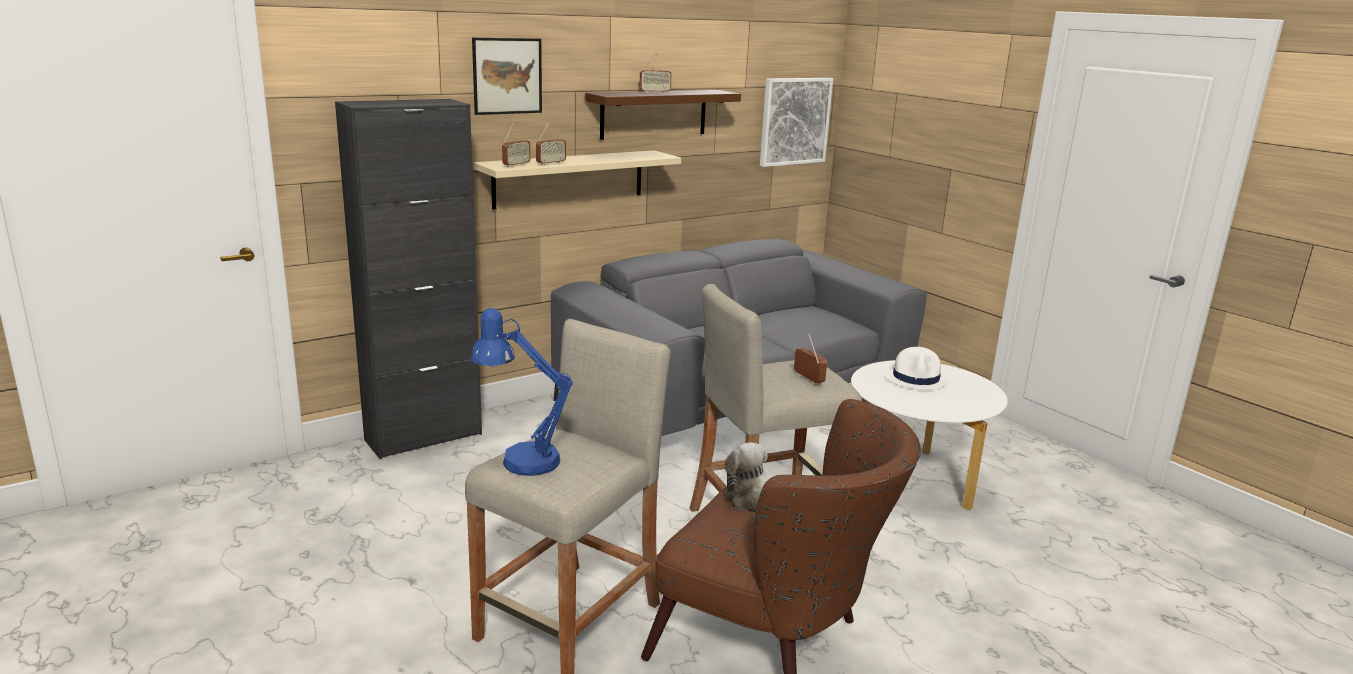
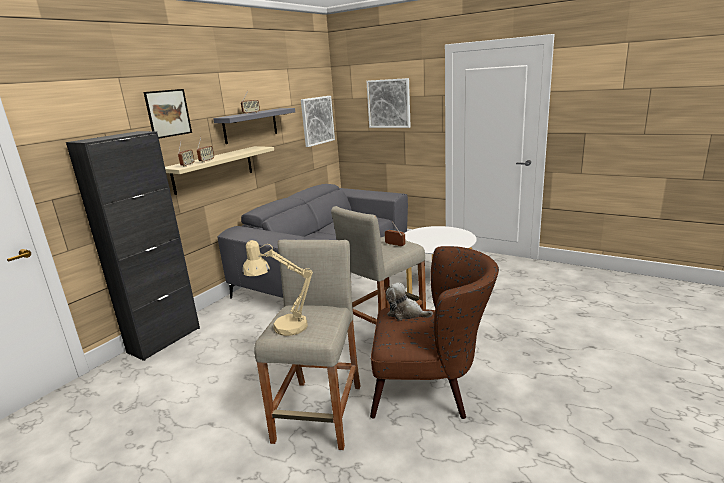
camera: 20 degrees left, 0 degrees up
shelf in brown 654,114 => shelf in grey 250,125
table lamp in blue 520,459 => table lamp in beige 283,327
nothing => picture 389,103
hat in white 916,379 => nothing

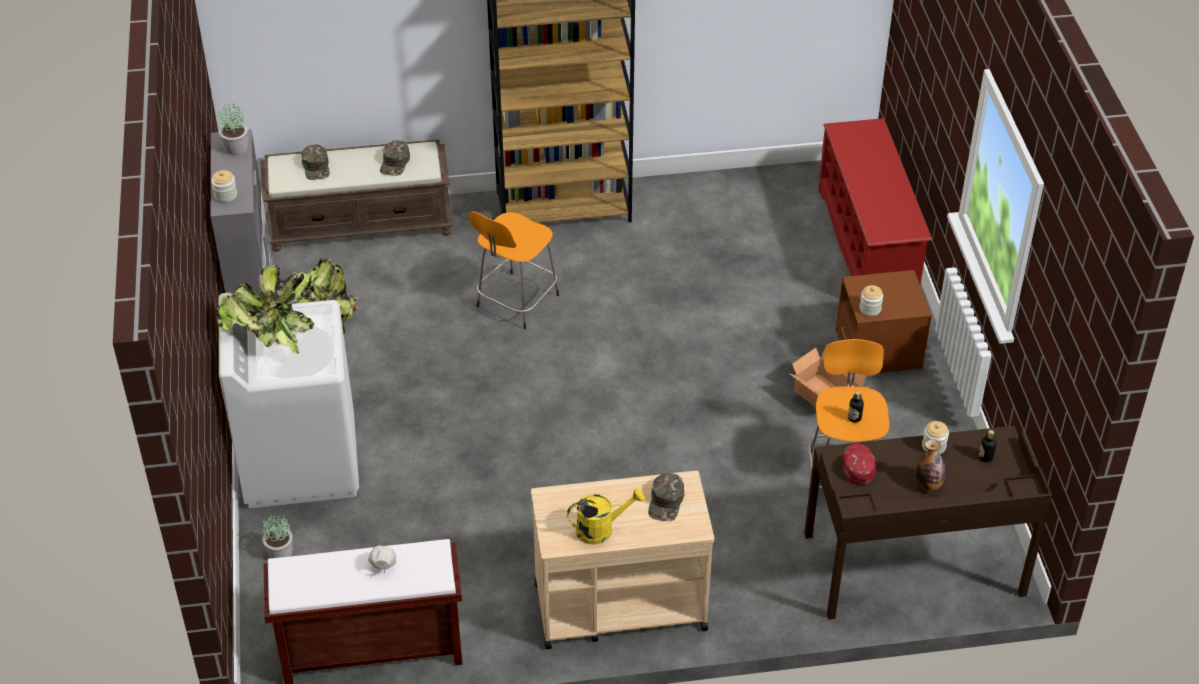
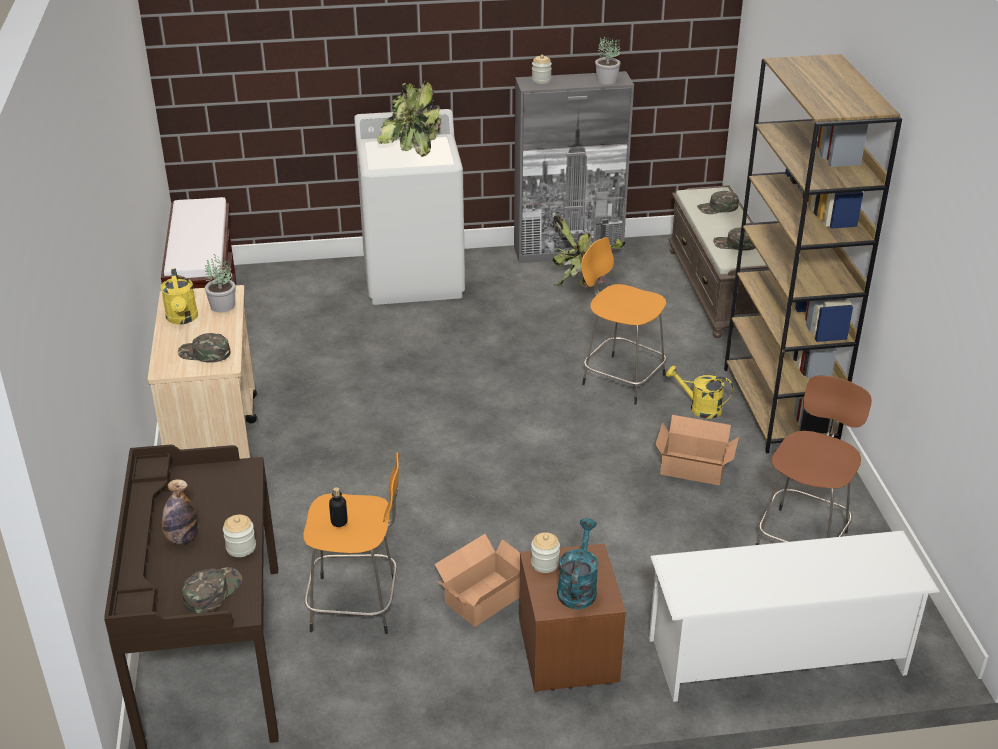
camera: 90 degrees right, 10 degrees down
bottle 985,457 => cap in green 212,591
potted plant 279,552 => potted plant 222,305, move
nothing => watering can in turquoise 578,587
shoe rack in red 867,243 => shoe rack in white 777,657
nothing => cardboard box 694,470
nothing => watering can in yellow 699,408
nothing => stool in brown 802,539
cap in white 382,565 => nothing
cap in red 858,465 => nothing

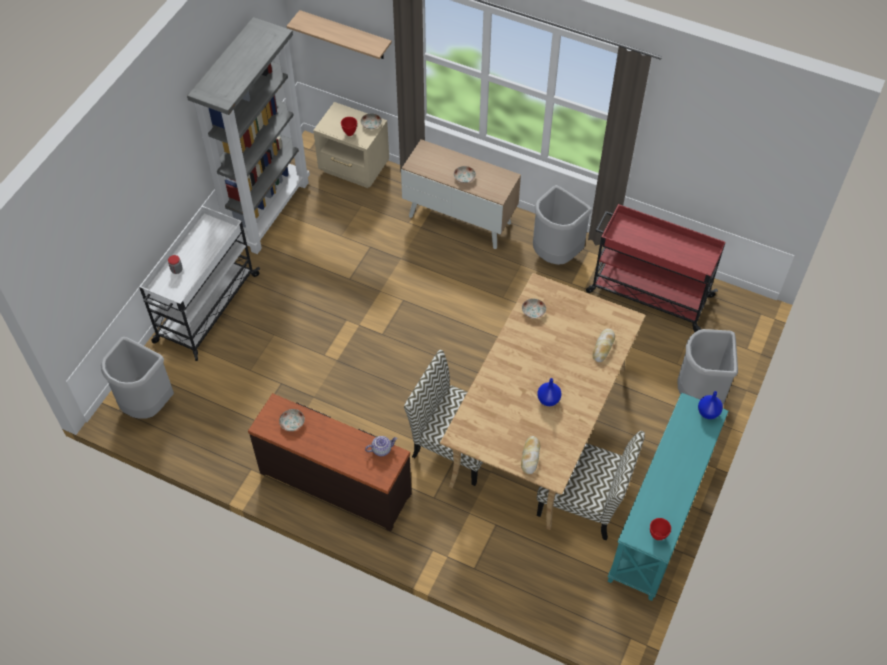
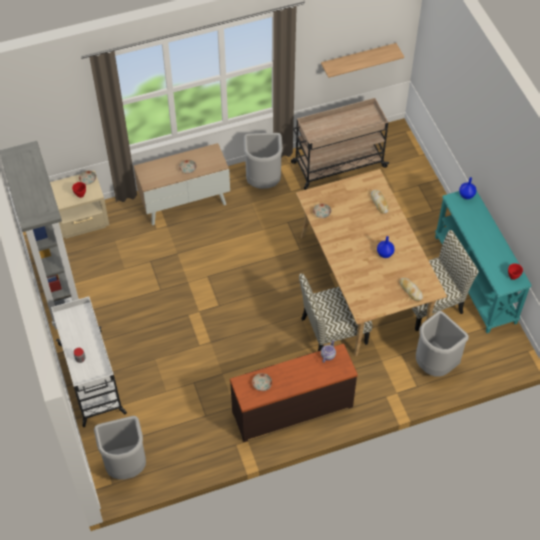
camera: 45 degrees left, 0 degrees up
cart in red 648,294 => cart in beige 337,165
shelf 346,35 => shelf 358,60, move
trash can in grey 699,394 => trash can in grey 434,365, move

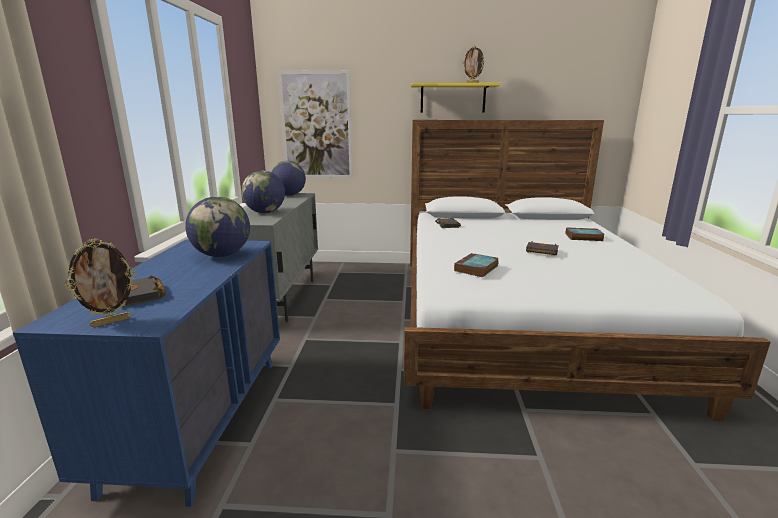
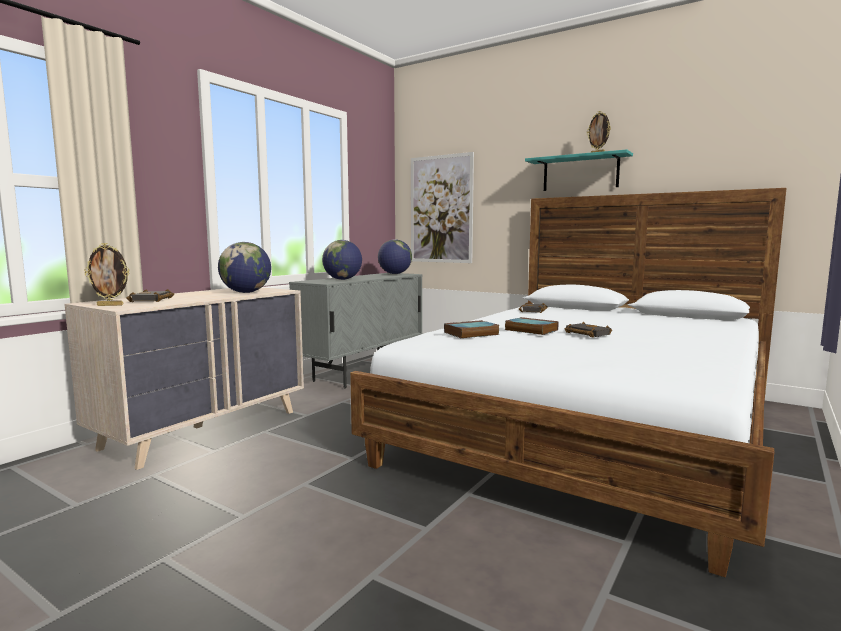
camera: 30 degrees right, 10 degrees down
dresser in blue 201,417 => dresser in beige 204,429
book 583,237 => book 529,330, move
shelf in yellow 453,98 => shelf in turquoise 580,173

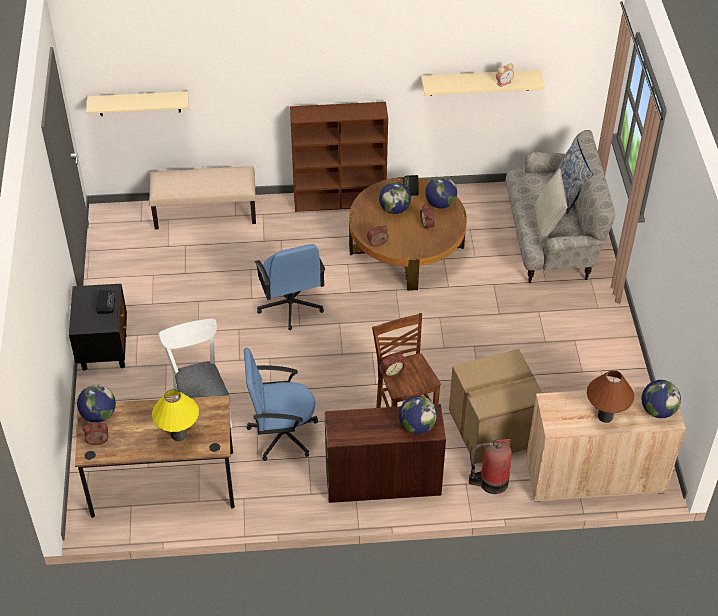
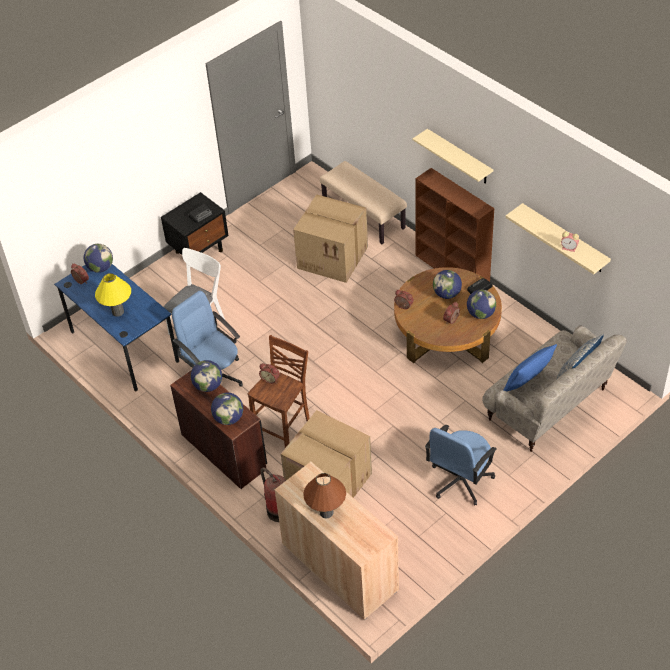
camera: 55 degrees right, 0 degrees up
desk in brown 163,483 => desk in blue 124,346
globe 657,410 => globe 208,386, move
nothing => cardboard box 333,257
shelf in beige 139,103 => shelf in beige 459,157, move
office chair in blue 290,305 => office chair in blue 460,481, move
pillow in beige 547,224 => pillow in blue 528,384

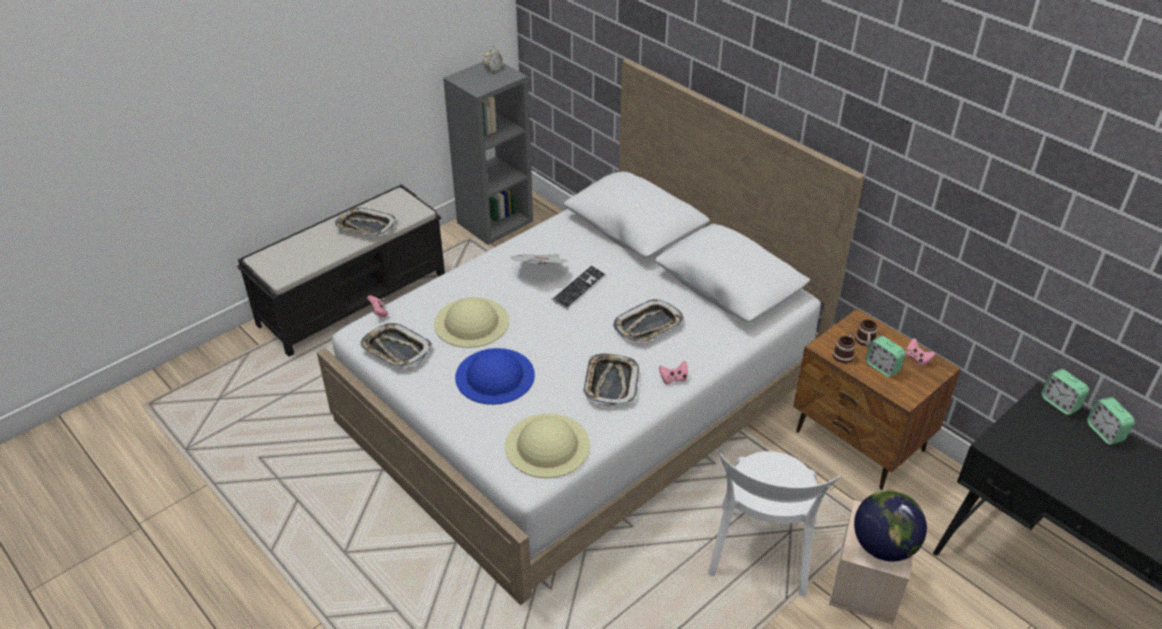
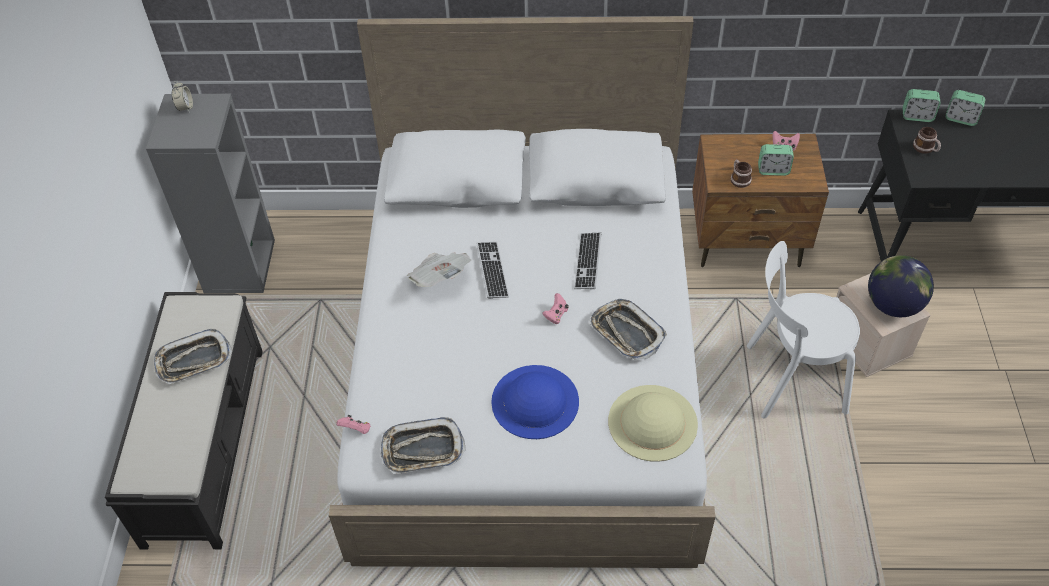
camera: 45 degrees left, 10 degrees up
game controller in pink 673,379 => game controller in pink 556,315, move
tray 648,326 => keyboard 587,262
chair in white 761,554 => chair in white 790,379, 120 degrees clockwise
mug 865,342 => mug 925,149, move
hat in beige 471,322 => nothing

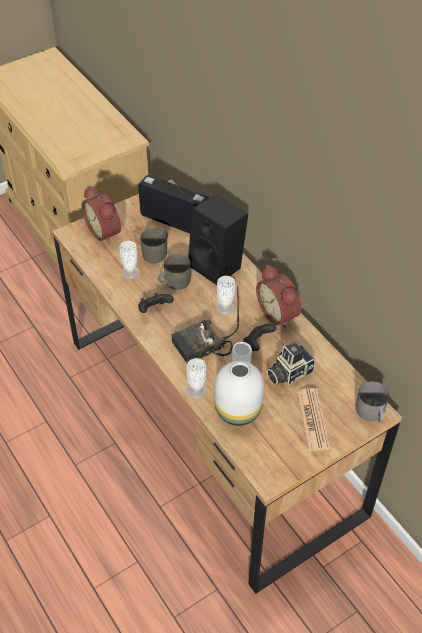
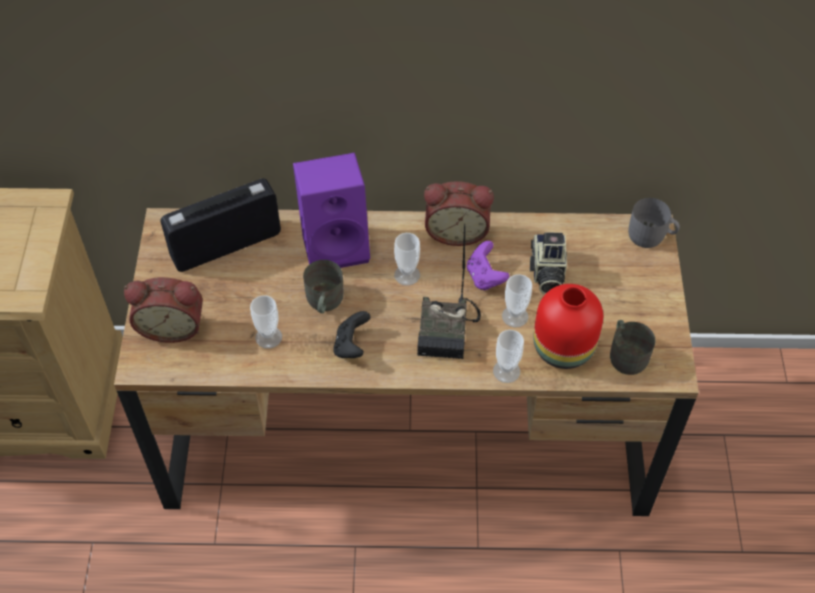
camera: 55 degrees left, 5 degrees up
speaker in black 218,265 => speaker in purple 336,244
game controller in black 257,344 => game controller in purple 485,277
vase in white 236,410 => vase in red 562,349
mug in grey 157,252 => mug in grey 626,354, move
newspaper 313,420 => nothing

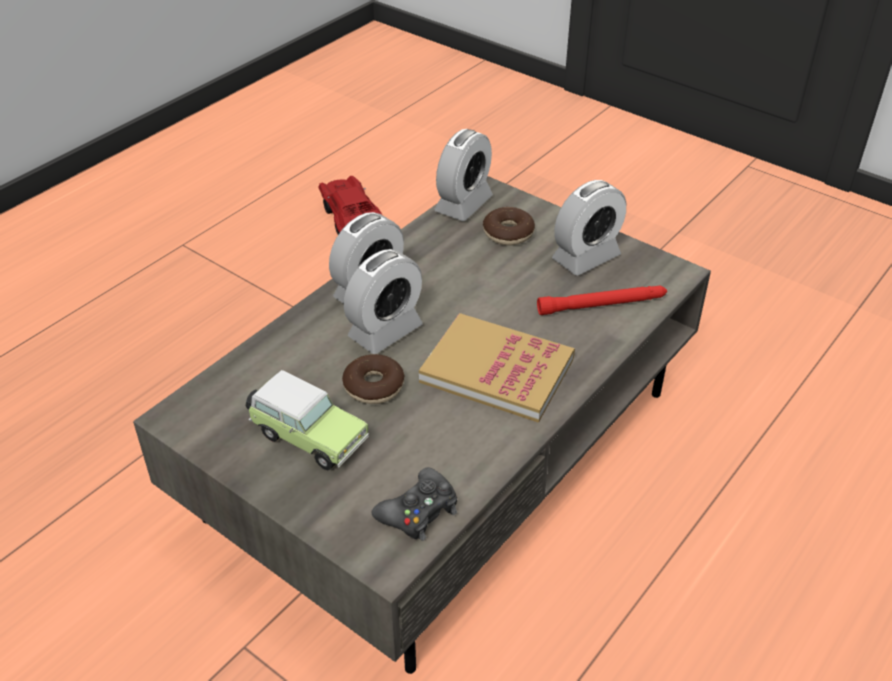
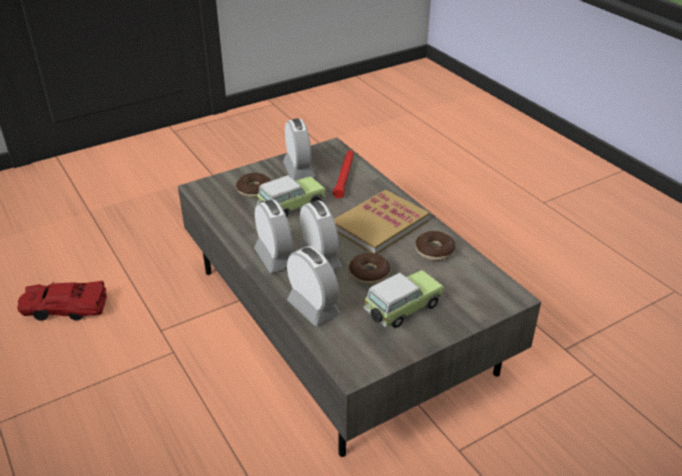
camera: 70 degrees left, 5 degrees down
nothing => toy car 289,207
alarm clock 463,204 => alarm clock 313,307, move
nothing => donut 434,251
game controller in black 419,511 => nothing

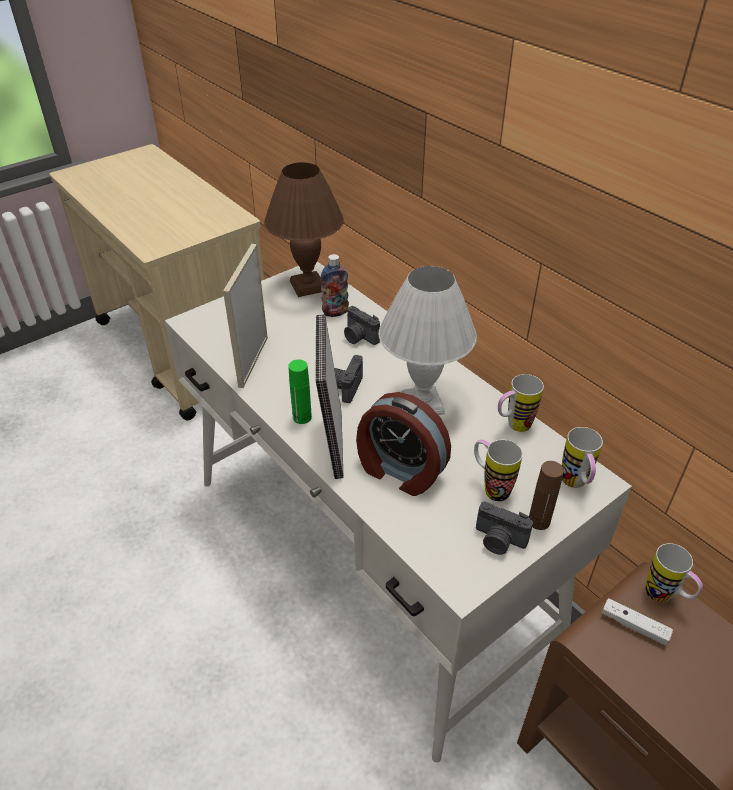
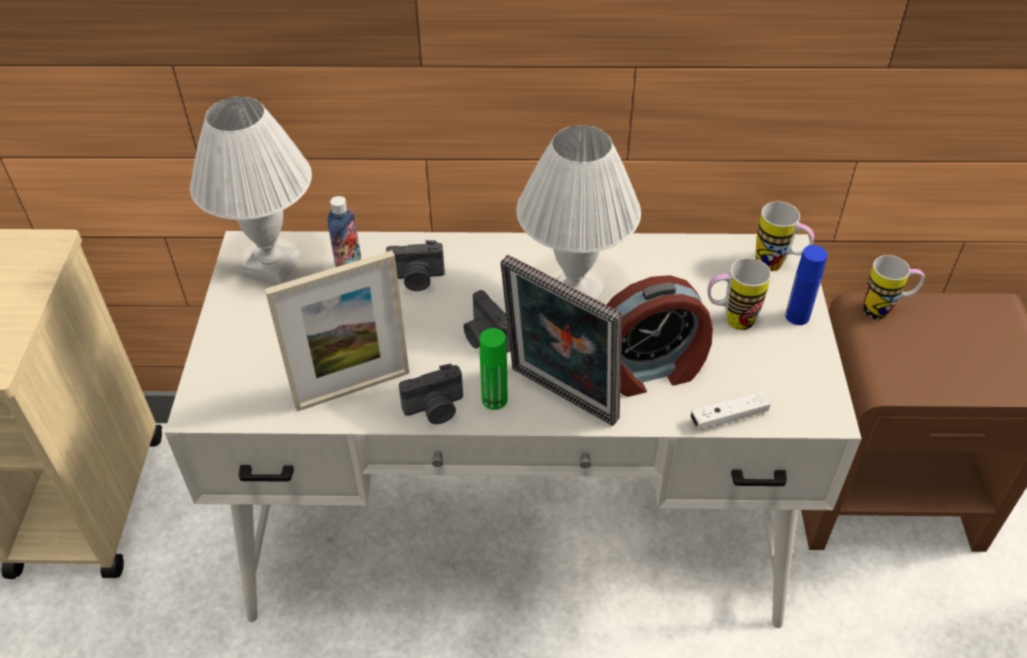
camera: 50 degrees left, 5 degrees up
table lamp in brown 307,286 => table lamp in white 272,266
picture frame 253,361 => picture frame 352,389, 75 degrees counterclockwise
photo camera 498,540 => photo camera 435,409, move
game controller in white 634,626 => game controller in white 728,417, move
bottle in brown 539,521 => bottle in blue 797,316
mug 513,426 => nothing

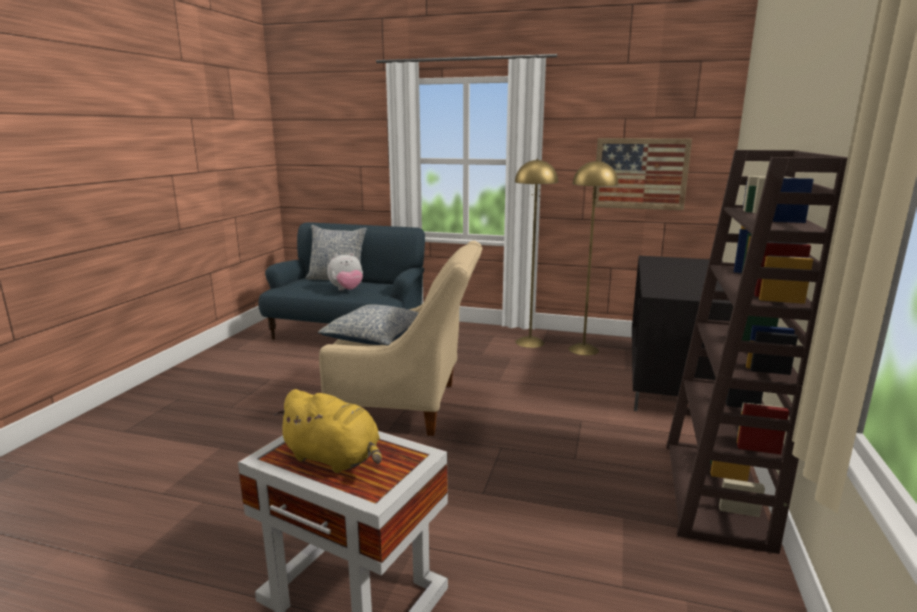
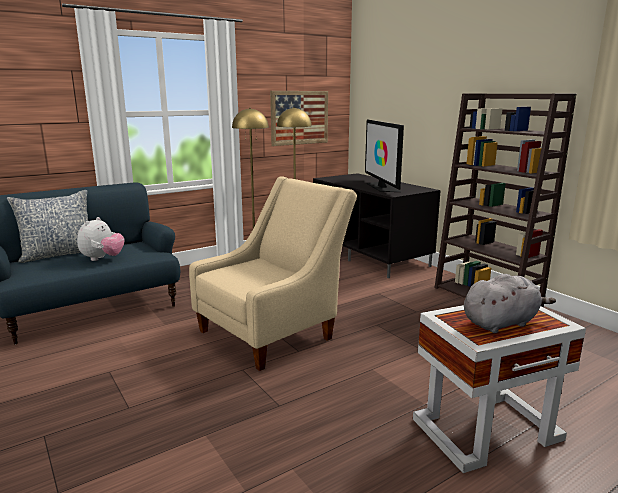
camera: 50 degrees left, 0 degrees up
nothing => television 382,187
plush toy in yellow 335,458 => plush toy in grey 501,323
pillow 377,338 => nothing

